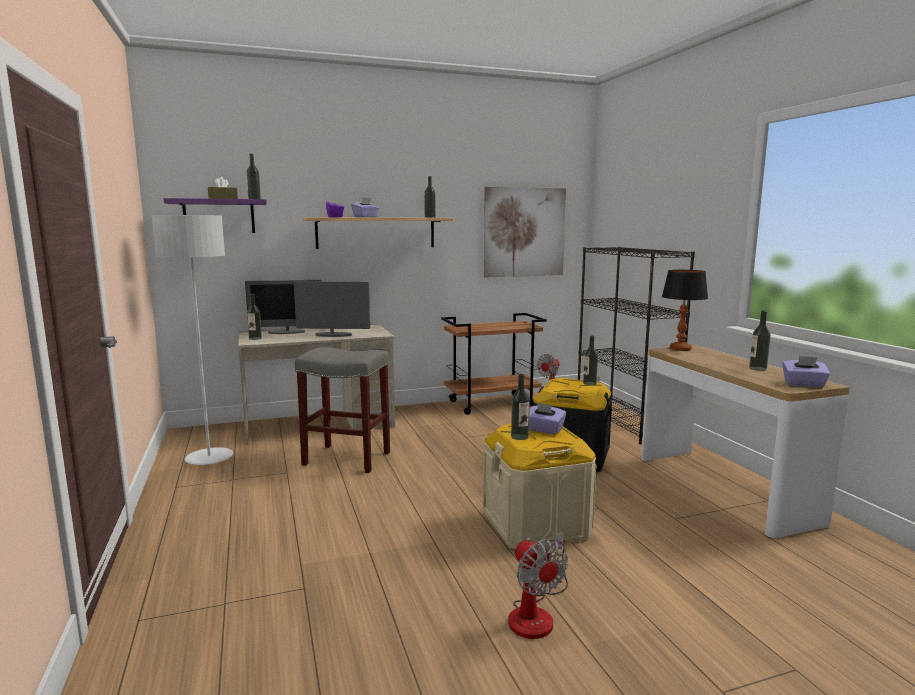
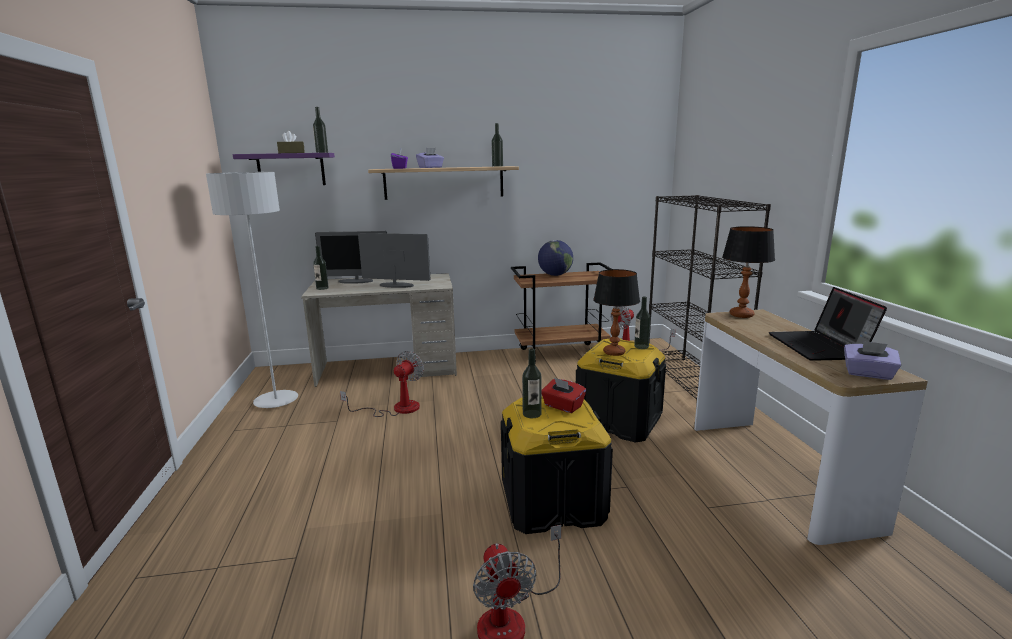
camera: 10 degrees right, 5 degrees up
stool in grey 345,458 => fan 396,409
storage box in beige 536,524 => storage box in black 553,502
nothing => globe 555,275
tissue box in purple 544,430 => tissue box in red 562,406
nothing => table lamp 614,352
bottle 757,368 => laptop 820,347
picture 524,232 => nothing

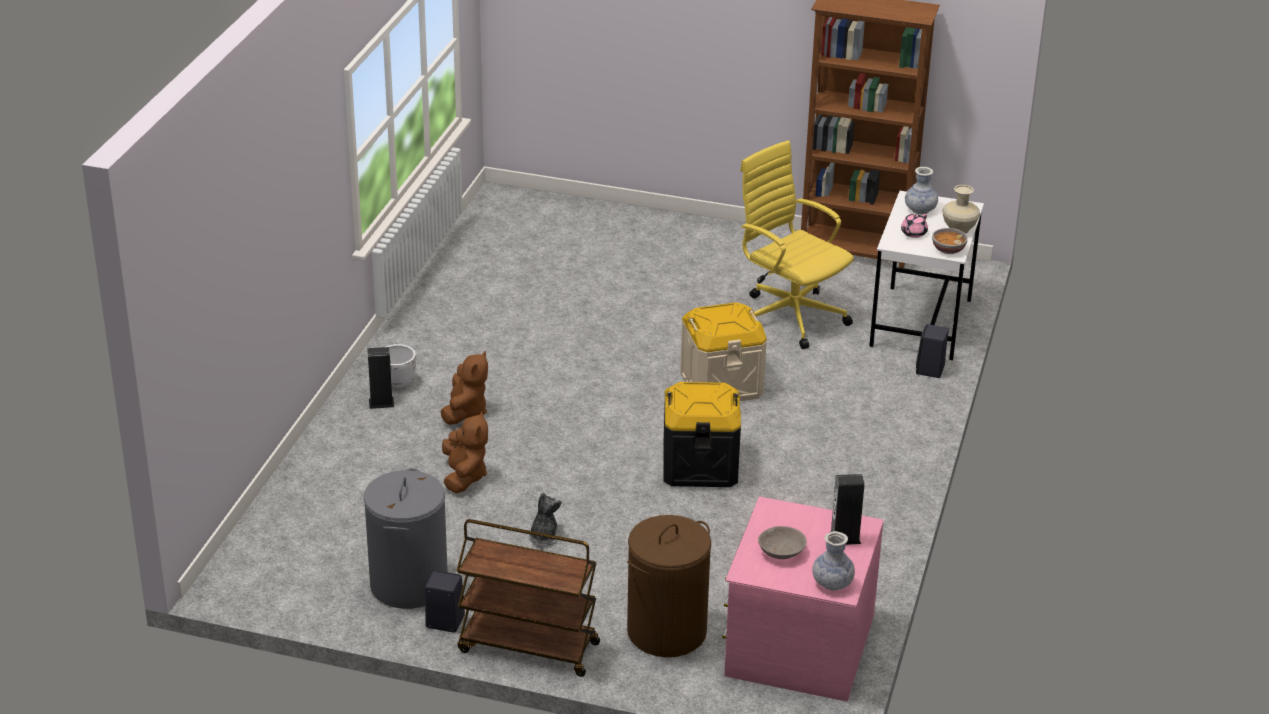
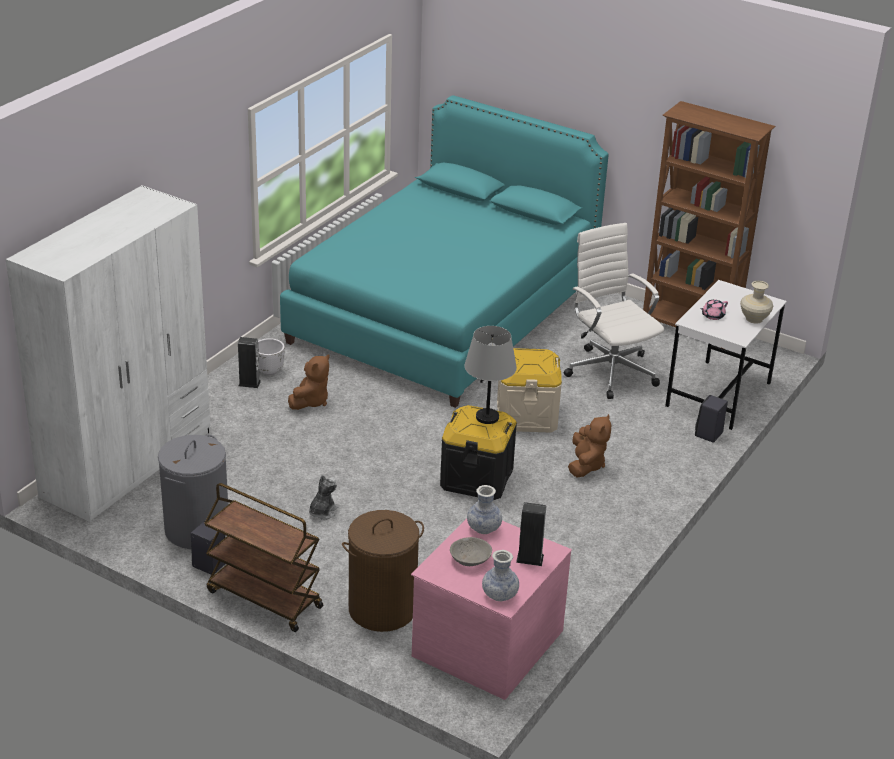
camera: 15 degrees right, 0 degrees up
nothing => wardrobe in white 128,464
nothing => bed in turquoise 444,314
nothing => table lamp in grey 487,417
vase 920,210 => vase 483,528, move
office chair in yellow 790,316 => office chair in white 610,370
plush toy in brown 464,476 => plush toy in brown 586,465, move
bowl 948,249 => nothing

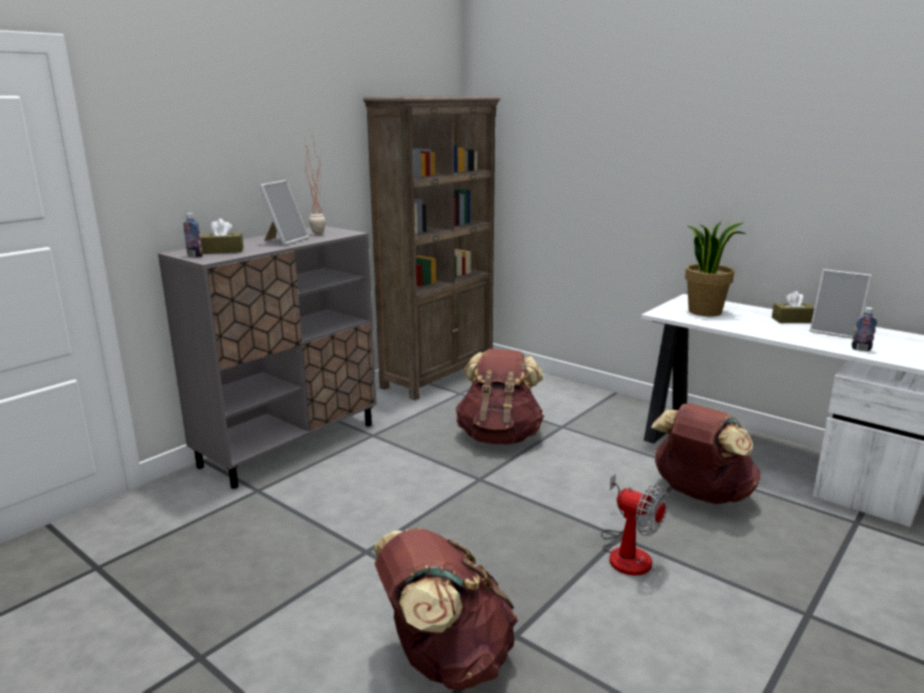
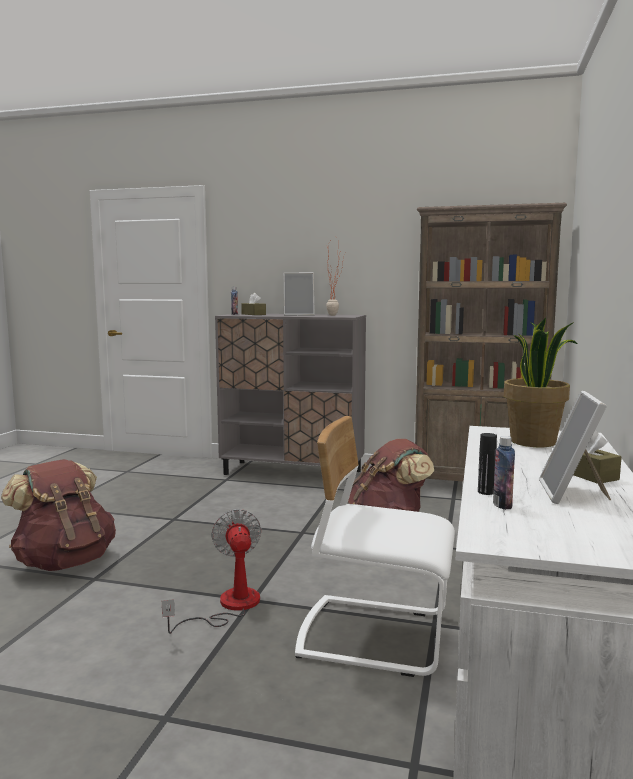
camera: 65 degrees right, 10 degrees down
fan 627,552 => fan 228,606, 150 degrees clockwise
backpack in brown 700,495 => chair in white 374,635
nothing => bottle in black 486,492

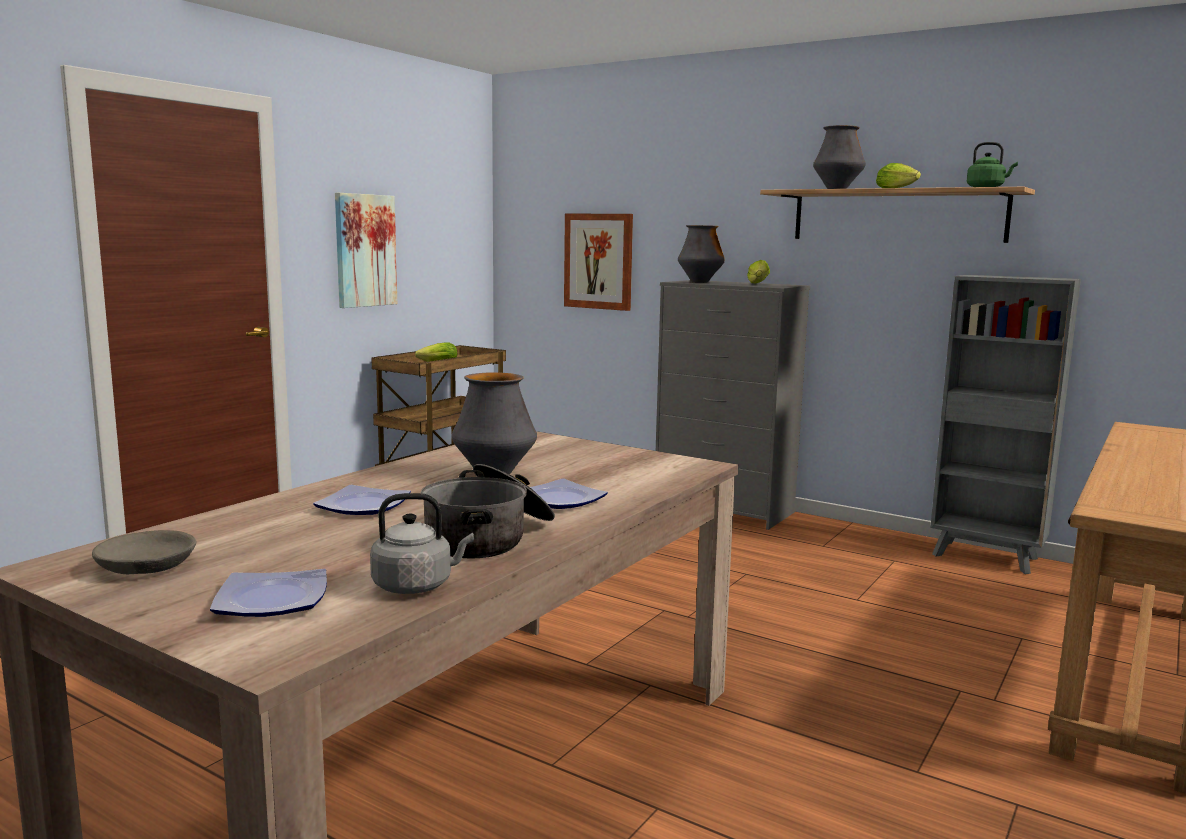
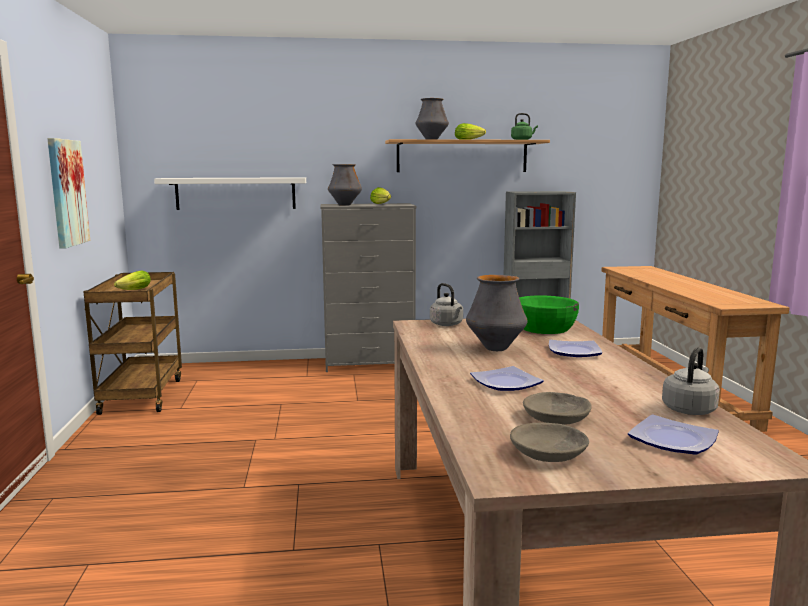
camera: 40 degrees left, 0 degrees up
picture 598,261 => shelf in white 236,193
nothing => kettle in grey 447,324
nothing => bowl in green 544,328
nothing => bowl in grey 557,418
cooking pot 489,537 => nothing

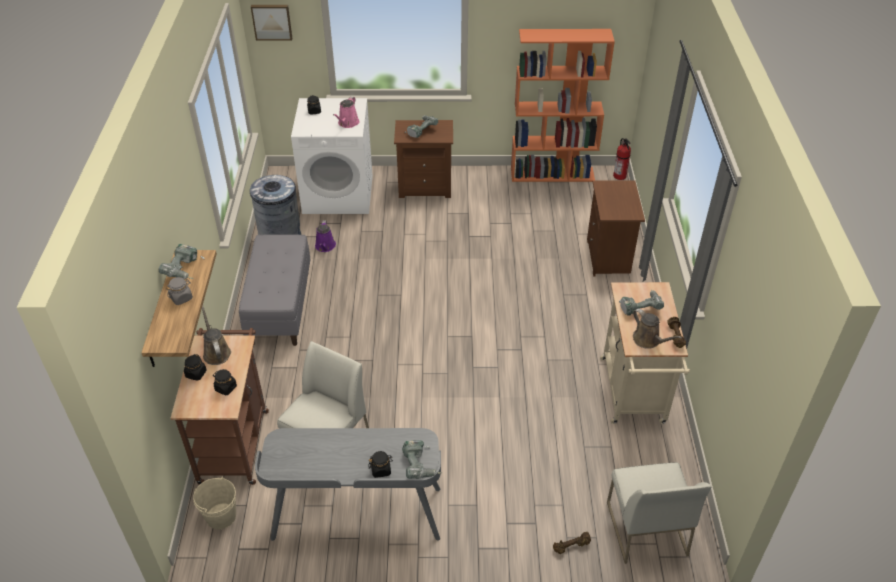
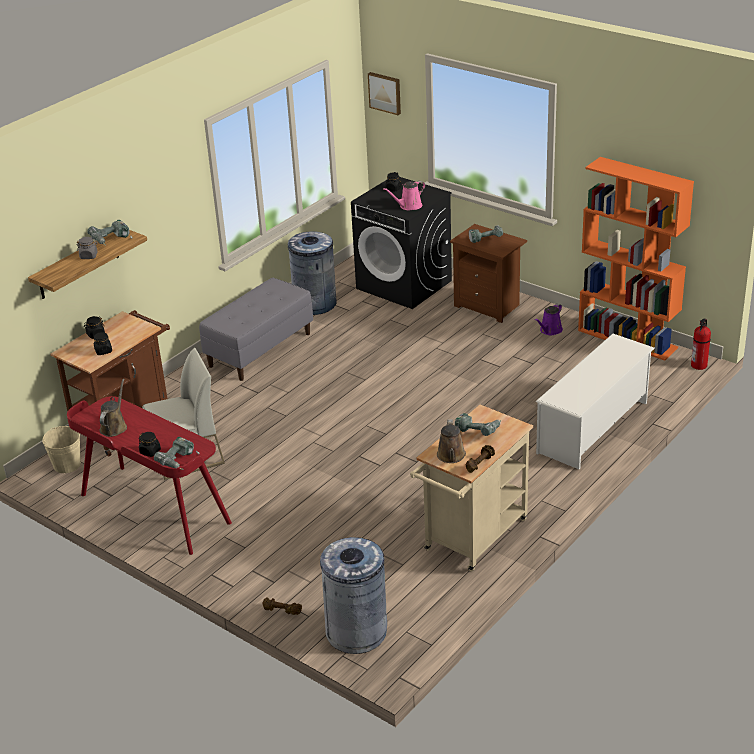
camera: 40 degrees right, 10 degrees down
desk in grey 357,515 => desk in red 153,509
watering can in brown 216,352 => watering can in brown 114,426, move
chair in white 645,528 => trash can in grey 357,632
washing machine in white 338,194 => washing machine in black 404,285
watering can in purple 325,247 => watering can in purple 549,330, move
nightstand in brown 609,257 => shoe rack in white 593,427

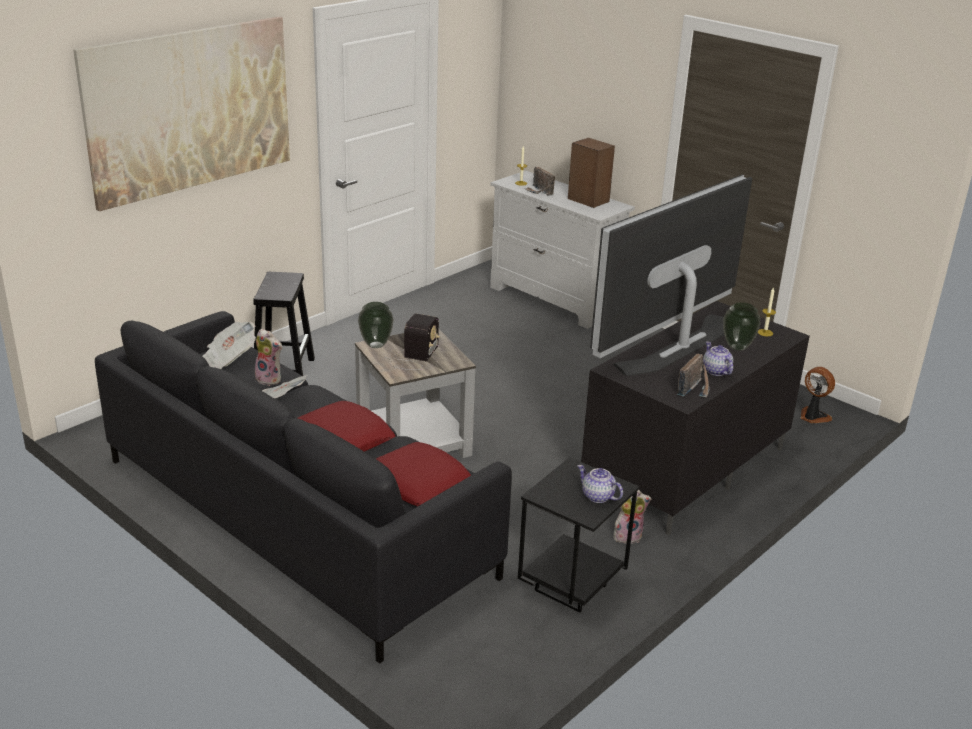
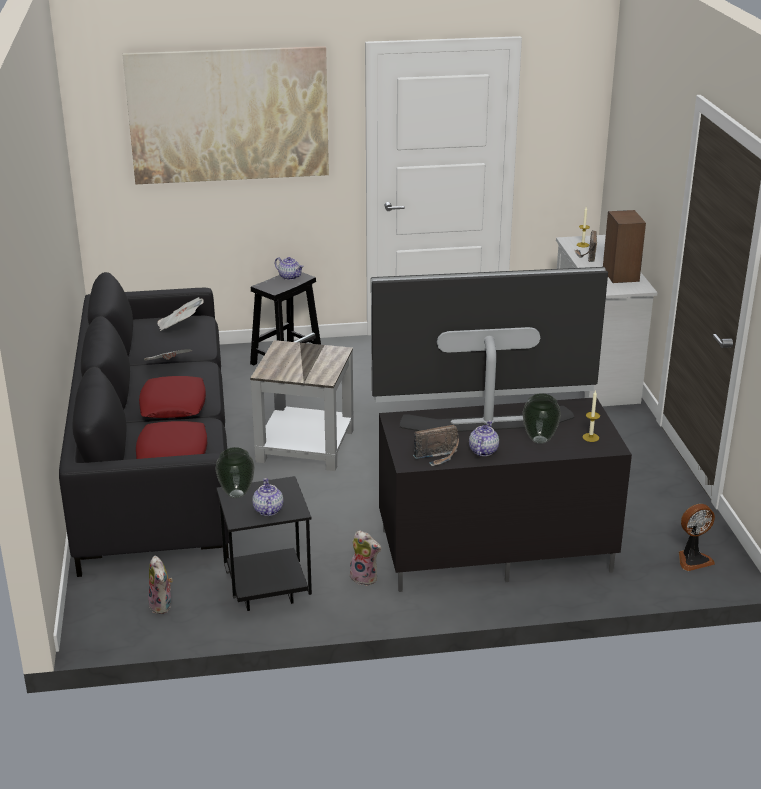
camera: 40 degrees right, 0 degrees up
plush toy 270,379 => plush toy 162,605, move
vase 376,345 => vase 237,493, move
nothing => teapot 290,277
fan 812,417 => fan 693,559, 75 degrees clockwise
radio 414,357 => nothing

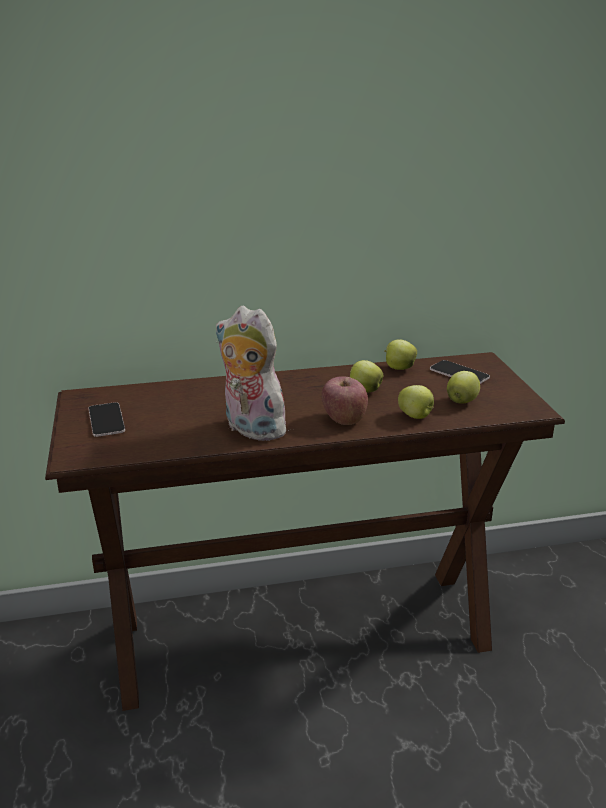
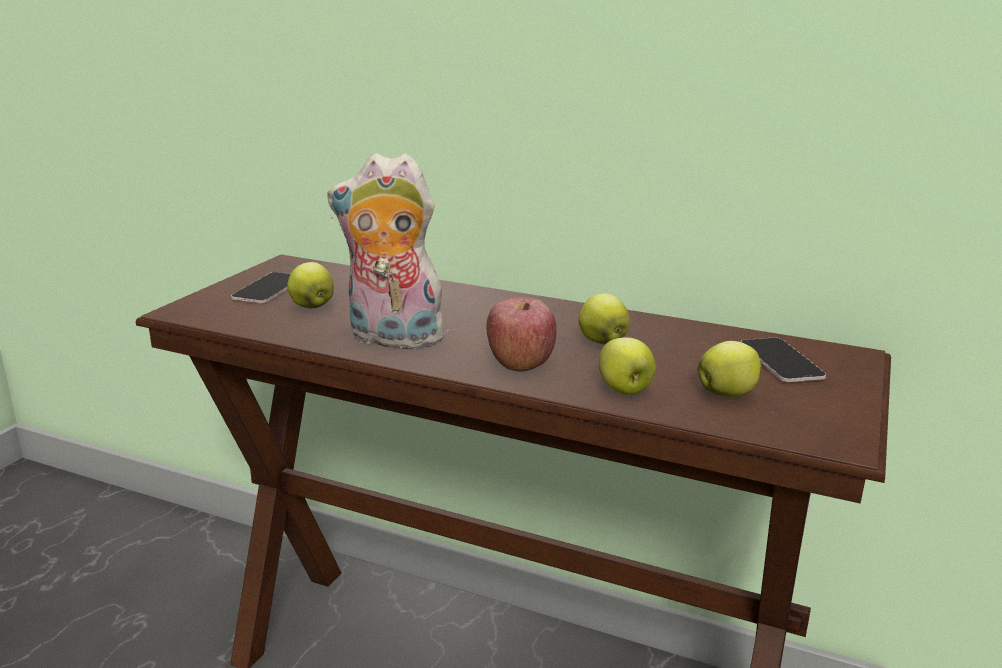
camera: 35 degrees right, 5 degrees down
apple 398,368 => apple 312,307, move
plush toy 250,429 => plush toy 391,339, 60 degrees counterclockwise

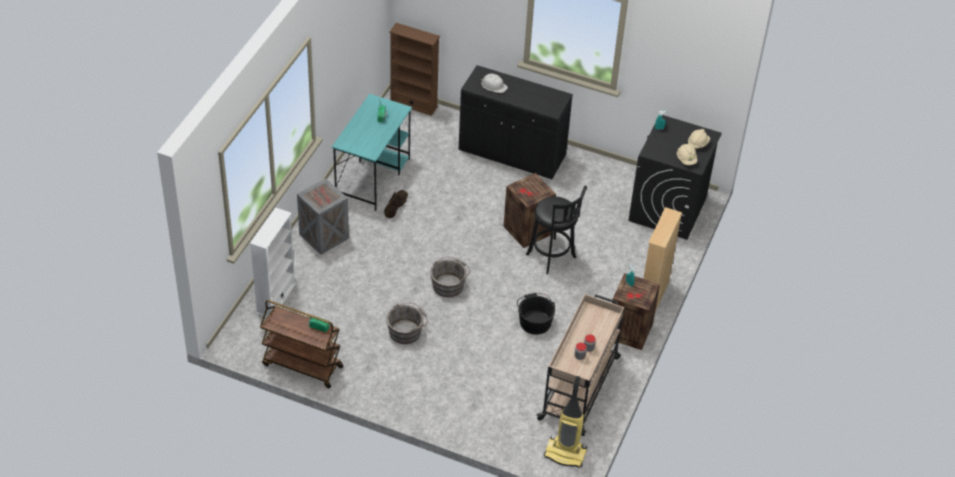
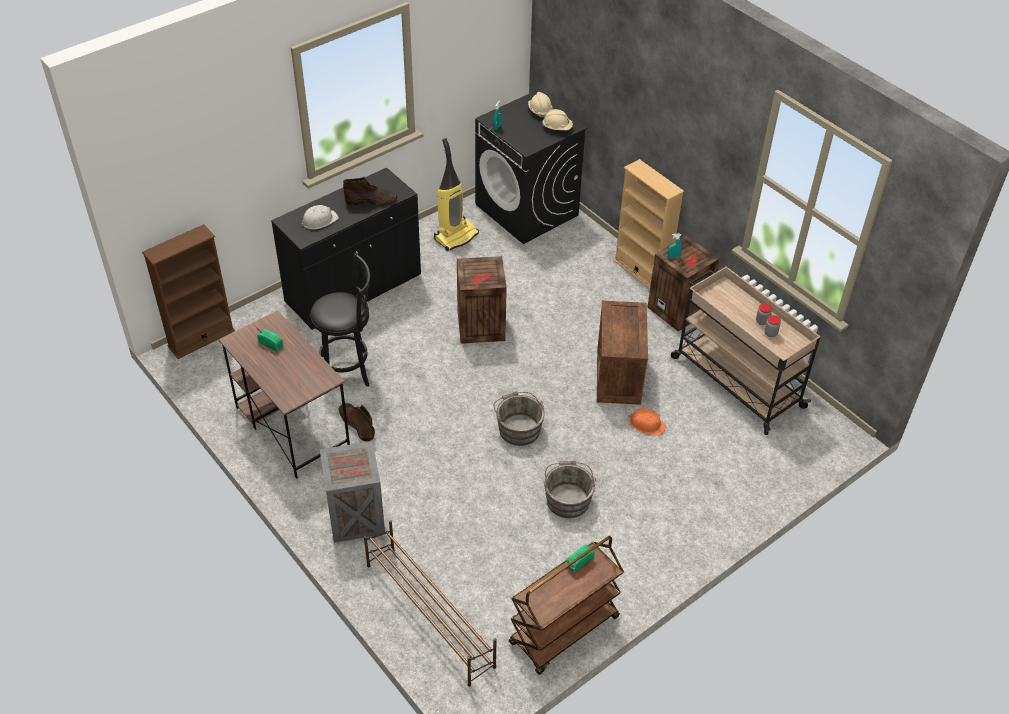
camera: 60 degrees left, 0 degrees up
desk in turquoise 373,177 => desk in brown 291,426
stool in black 552,257 => stool in black 348,370, move
nothing => boot in brown 371,201
bookcase in white 276,298 => shoe rack in brown 429,614
vacuum cleaner 566,453 => vacuum cleaner 456,236, move
bucket in black 534,320 => crate 619,377
nothing => hard hat in orange 647,424

